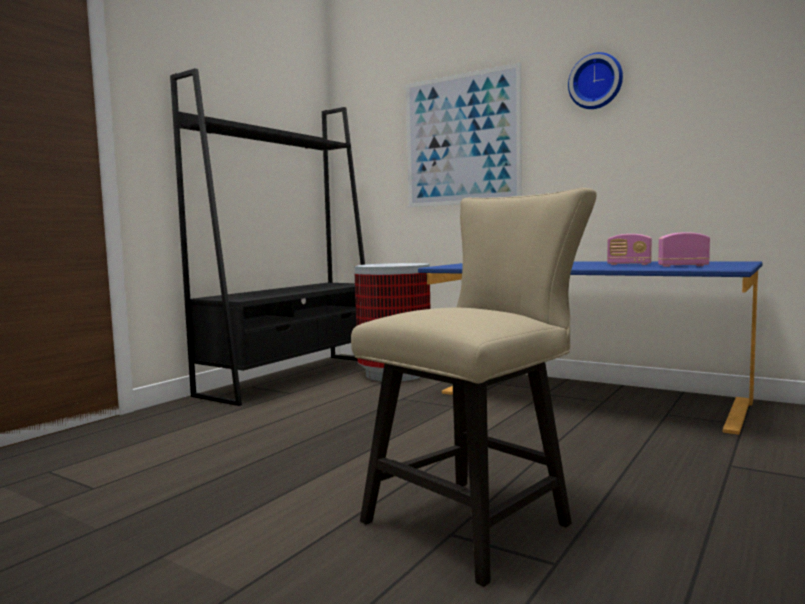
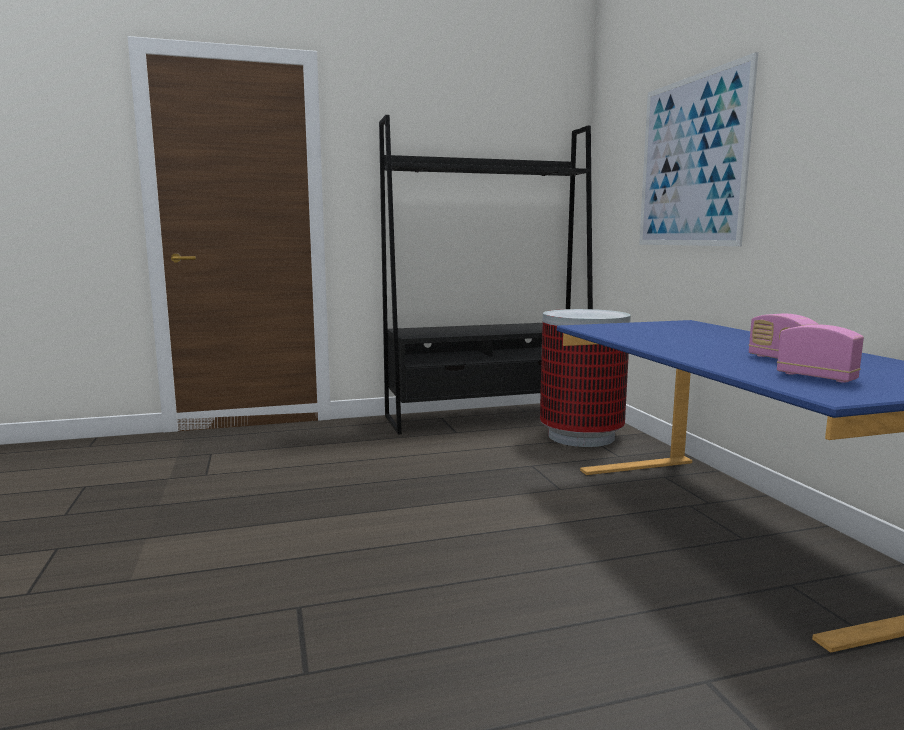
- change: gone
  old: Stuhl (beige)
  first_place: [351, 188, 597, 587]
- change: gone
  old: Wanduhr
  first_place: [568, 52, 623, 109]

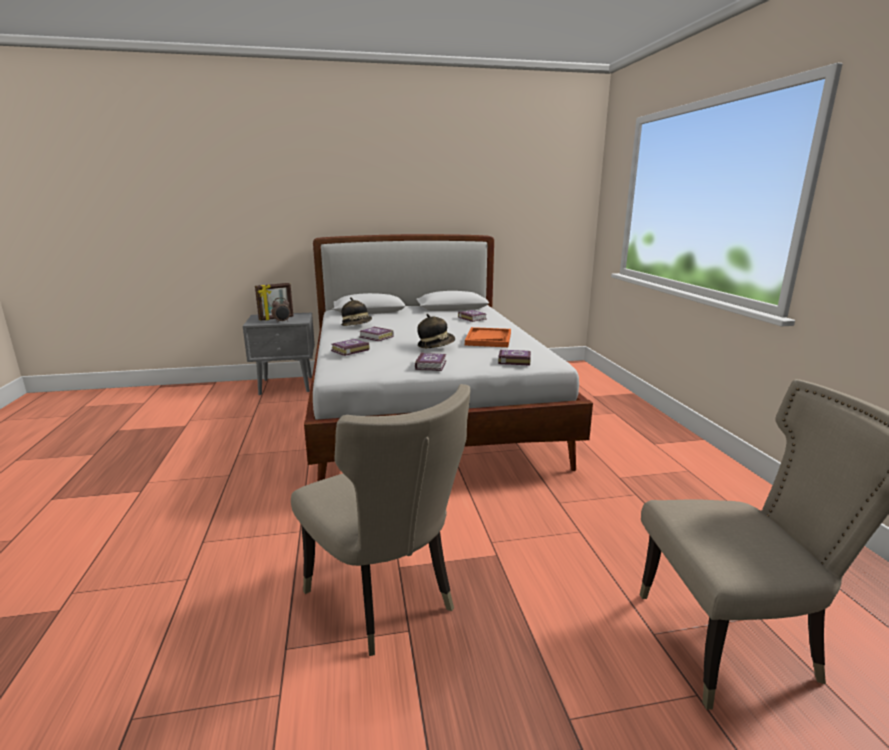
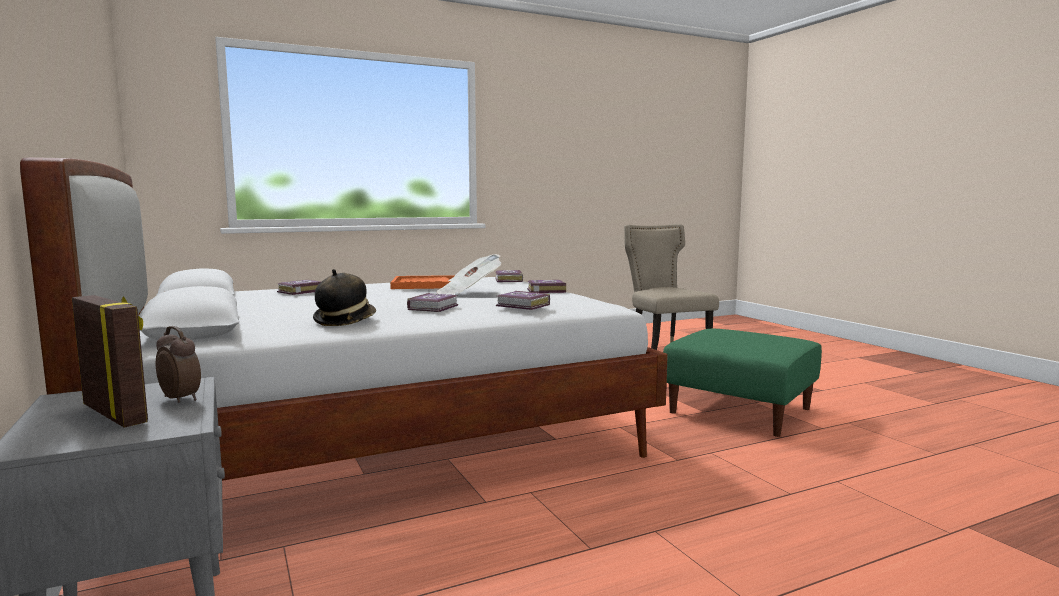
- change: swapped
  old: Hut
  new: Zeitung
  first_place: [417, 314, 455, 349]
  second_place: [436, 254, 501, 294]
- change: swapped
  old: Stuhl (beige)
  new: Polsterhocker (grün)
  first_place: [291, 384, 471, 656]
  second_place: [663, 329, 822, 437]

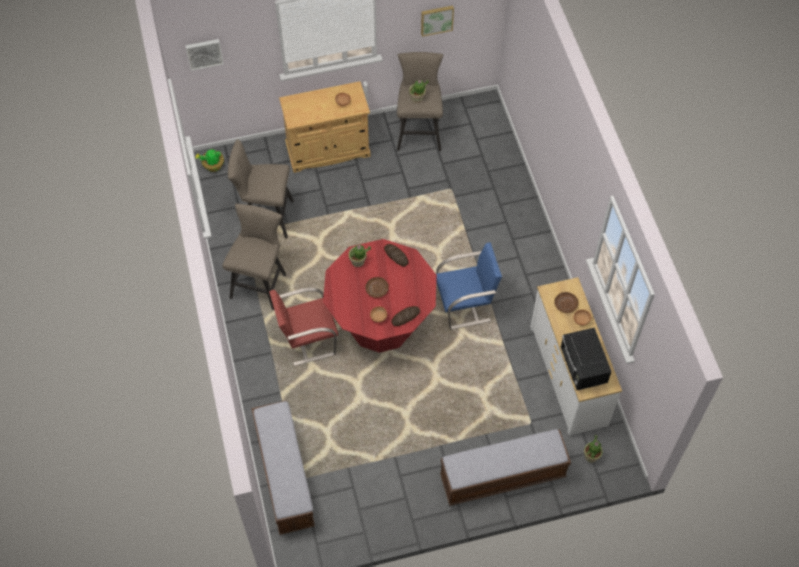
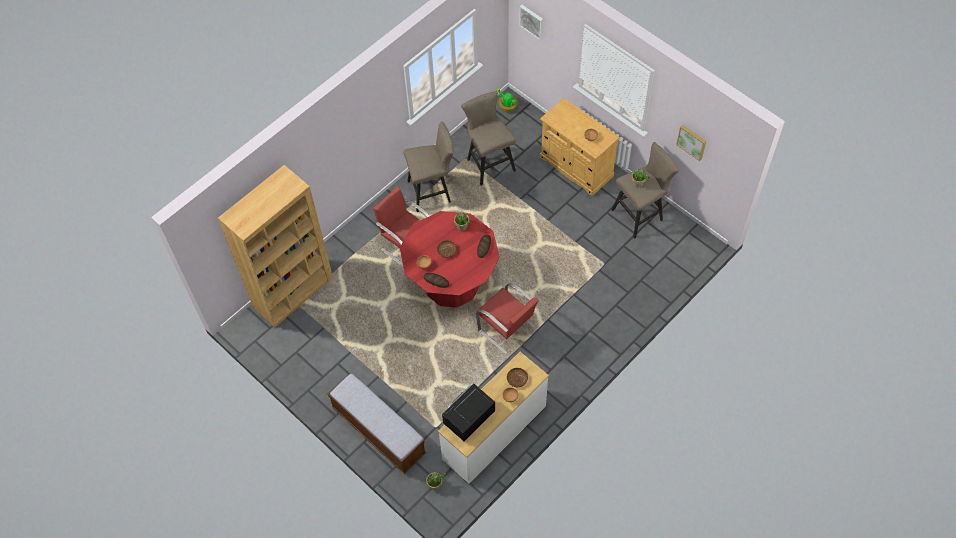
- change: swapped
  old: Bank
  new: Bücherregal (braun)
  first_place: [252, 400, 315, 535]
  second_place: [218, 165, 333, 327]
- change: repainted
  old: Stuhl (blau)
  new: Stuhl (rot)
  first_place: [436, 242, 502, 330]
  second_place: [476, 283, 539, 354]

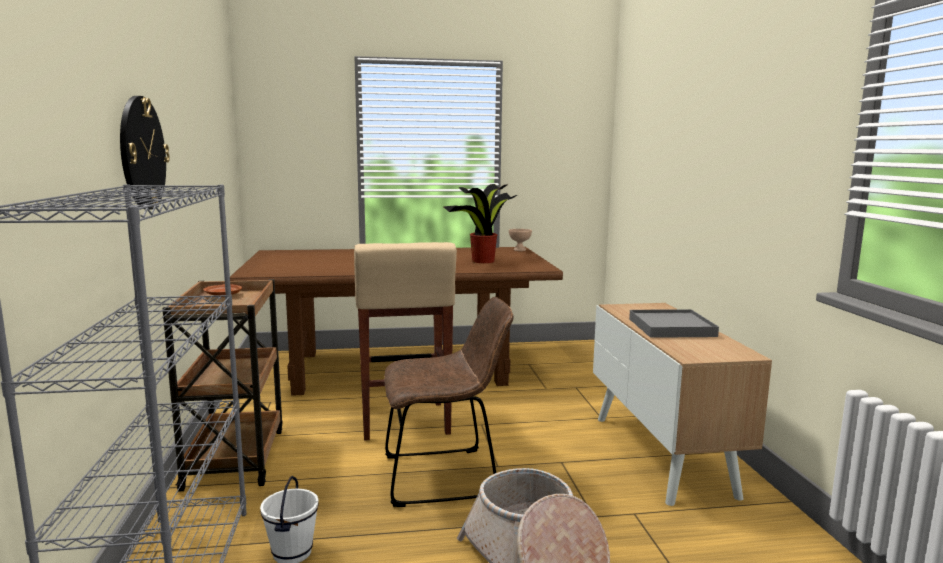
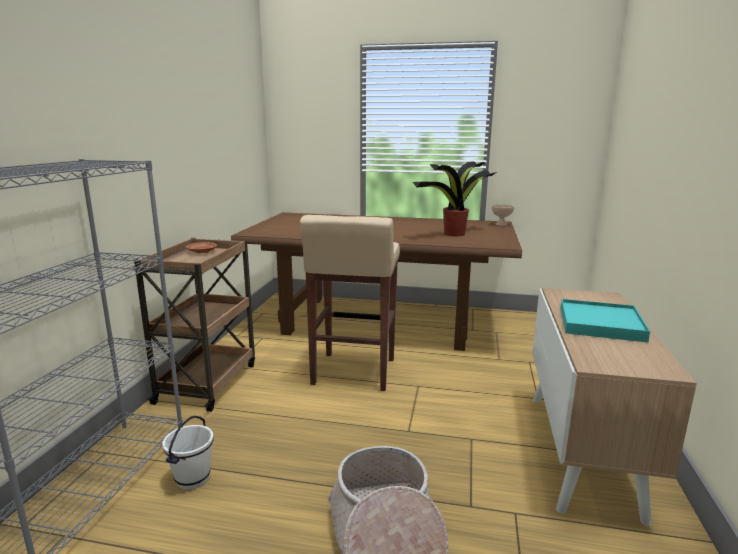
- change: repainted
  old: Tablett (grau)
  new: Tablett (türkis)
  first_place: [629, 309, 719, 338]
  second_place: [561, 299, 650, 342]
- change: gone
  old: Wanduhr
  first_place: [120, 96, 170, 210]
- change: gone
  old: Stuhl (braun)
  first_place: [384, 297, 514, 507]

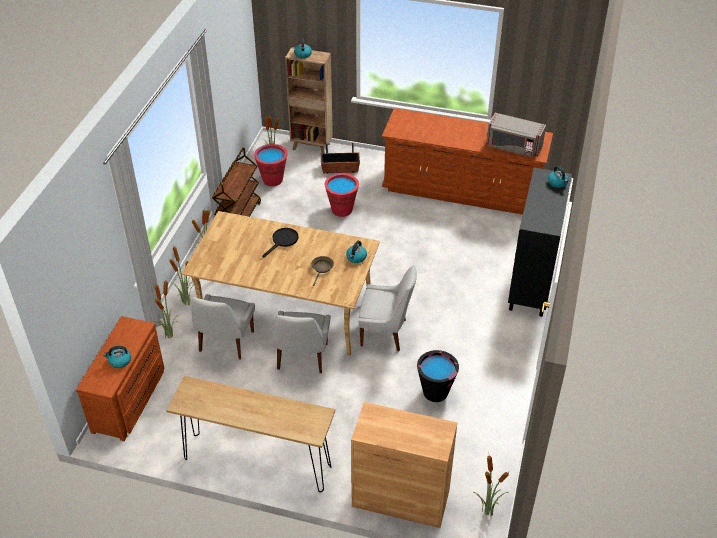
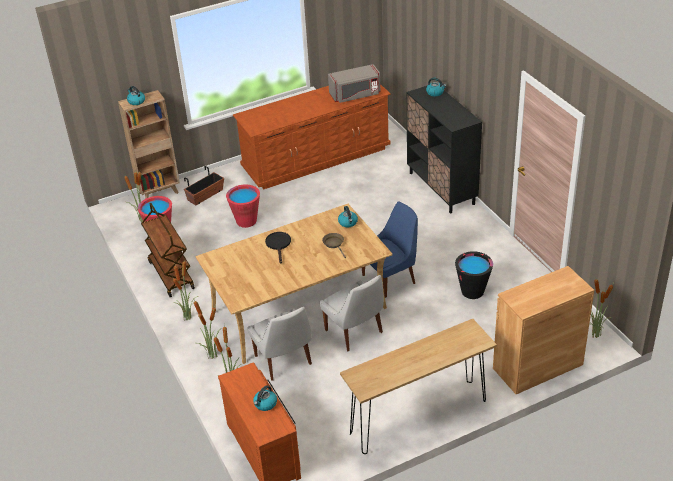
- change: repainted
  old: Stuhl (weiß)
  new: Stuhl (blau)
  first_place: [358, 265, 417, 351]
  second_place: [362, 202, 418, 298]

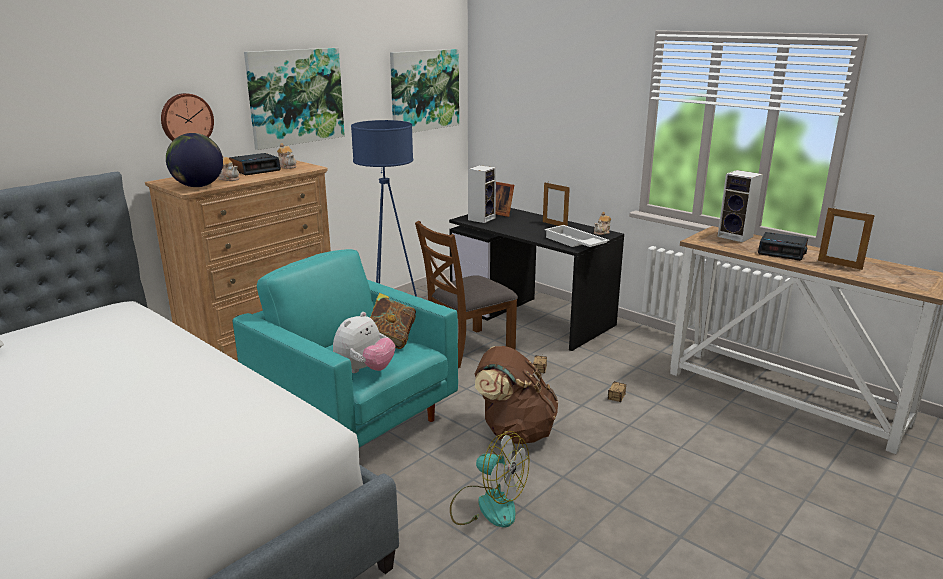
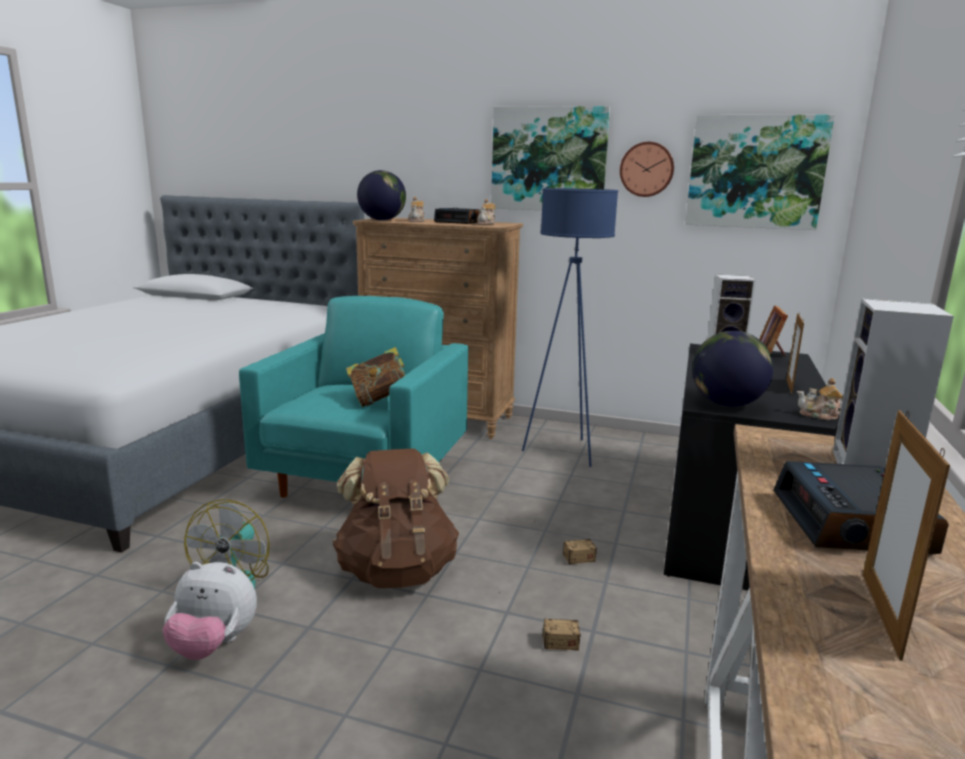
- change: shifted
  old: Plüschtier
  first_place: [333, 312, 395, 373]
  second_place: [162, 562, 257, 660]
- change: shifted
  old: Wanduhr
  first_place: [161, 93, 214, 141]
  second_place: [620, 142, 674, 197]
- change: swapped
  old: Tablett (weiß)
  new: Globus
  first_place: [544, 225, 609, 247]
  second_place: [692, 331, 774, 407]
- change: gone
  old: Stuhl (braun)
  first_place: [415, 221, 518, 368]

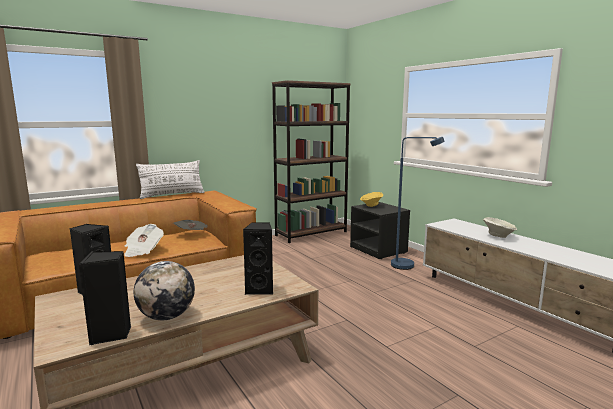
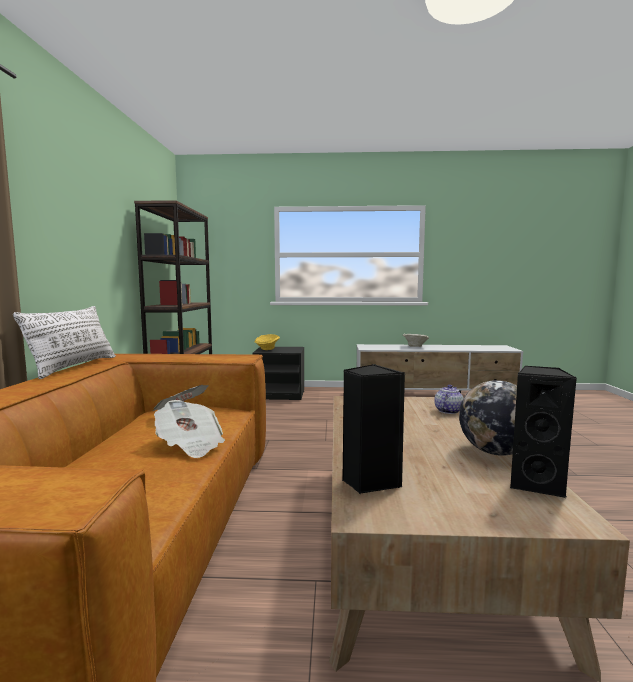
- change: swapped
  old: Lautsprecher (schwarz)
  new: Teekanne
  first_place: [243, 222, 273, 295]
  second_place: [434, 384, 463, 414]
- change: gone
  old: Stehlampe (blau)
  first_place: [391, 137, 445, 270]

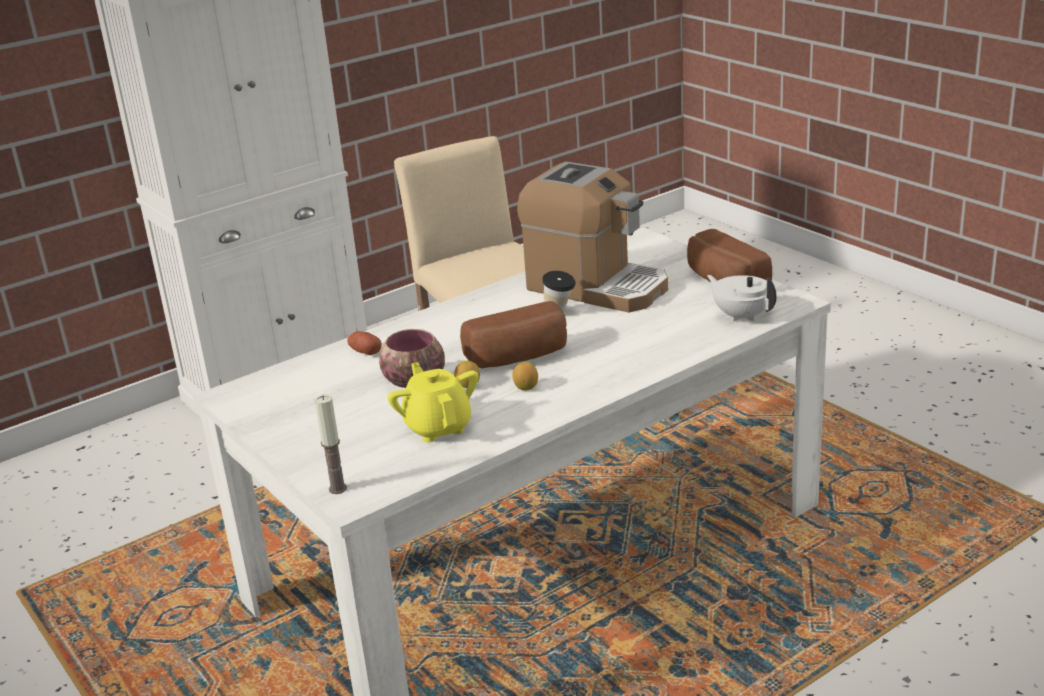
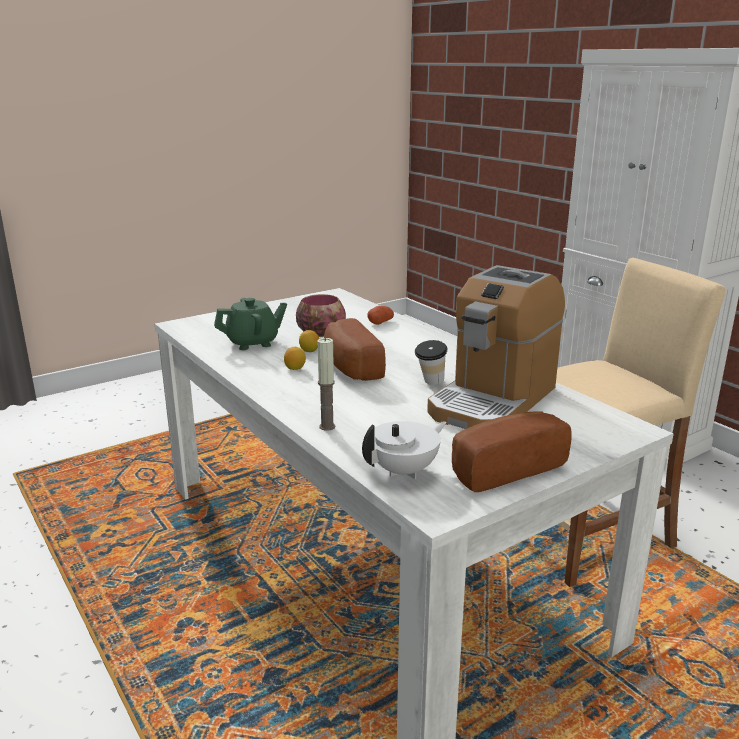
- change: repainted
  old: Teekanne (gelb)
  new: Teekanne (grün)
  first_place: [387, 362, 478, 443]
  second_place: [214, 298, 287, 350]
- change: shifted
  old: Kerze
  first_place: [315, 395, 347, 494]
  second_place: [317, 338, 335, 431]

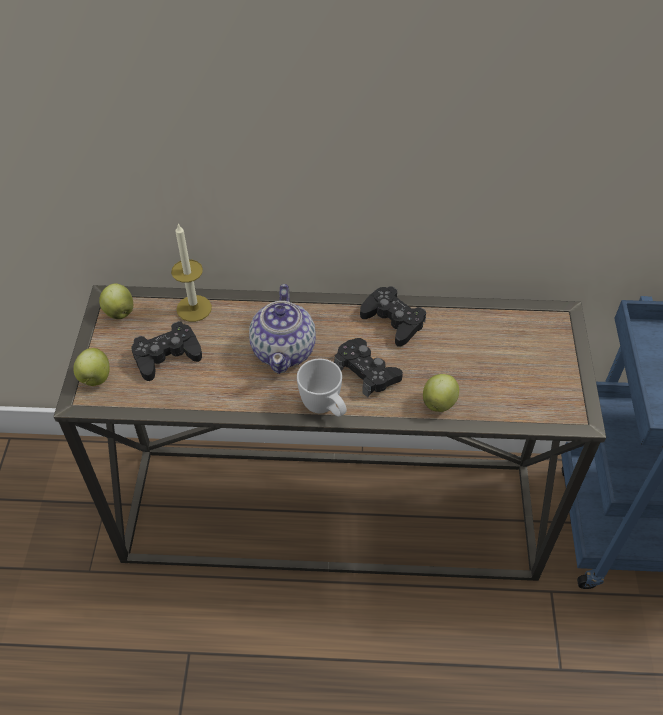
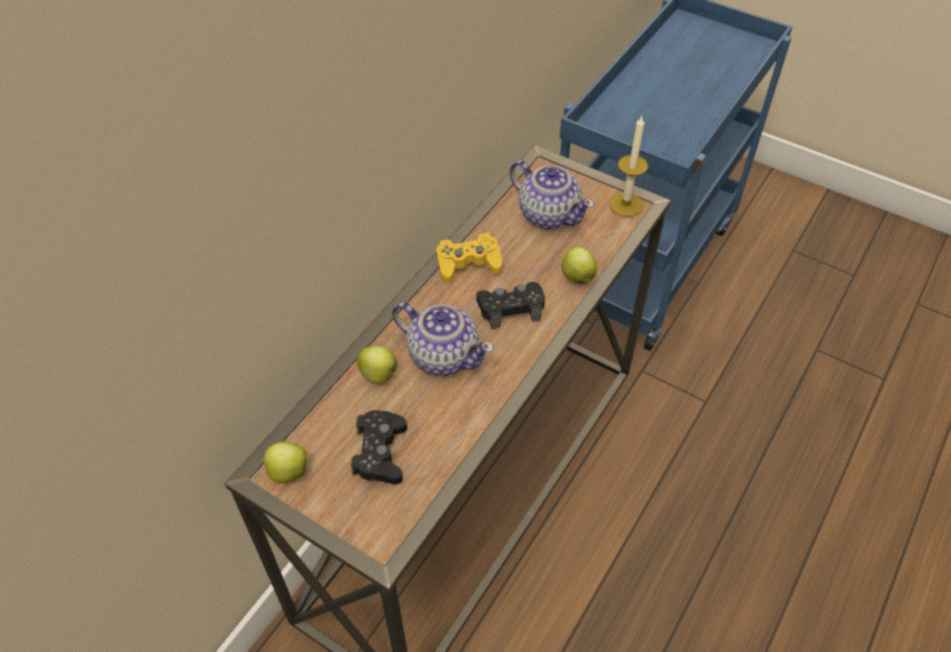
- change: shifted
  old: Apfel
  first_place: [73, 348, 110, 386]
  second_place: [357, 346, 397, 384]
- change: repainted
  old: Gamepad (schwarz)
  new: Gamepad (gelb)
  first_place: [360, 286, 426, 347]
  second_place: [436, 232, 502, 284]
- change: new
  new: Teekanne
  second_place: [510, 160, 594, 229]
- change: shifted
  old: Kerze
  first_place: [171, 224, 212, 322]
  second_place: [609, 116, 648, 217]
- change: gone
  old: Henkelbecher (weiß)
  first_place: [297, 359, 347, 417]

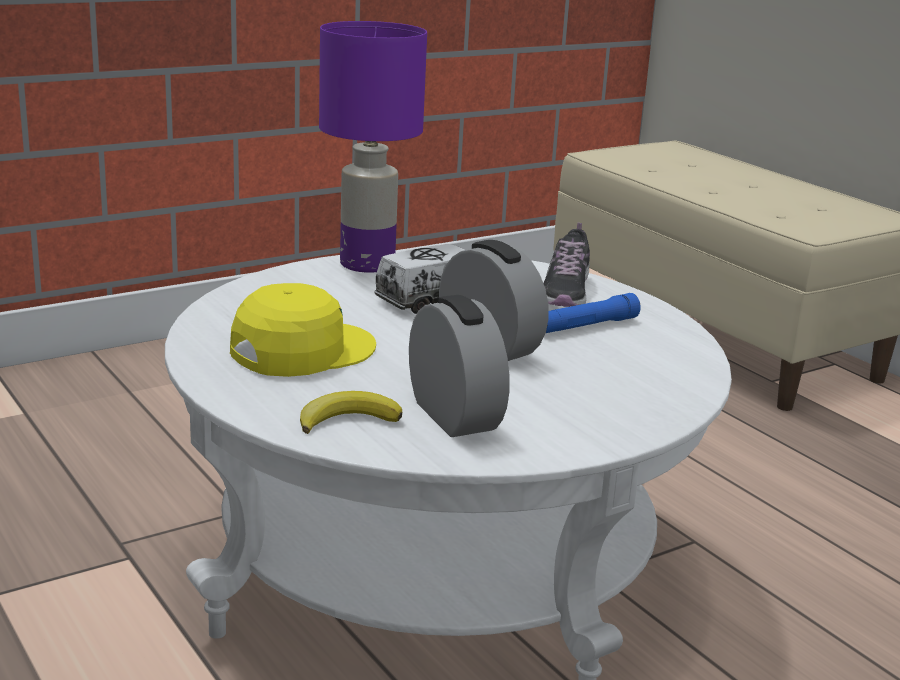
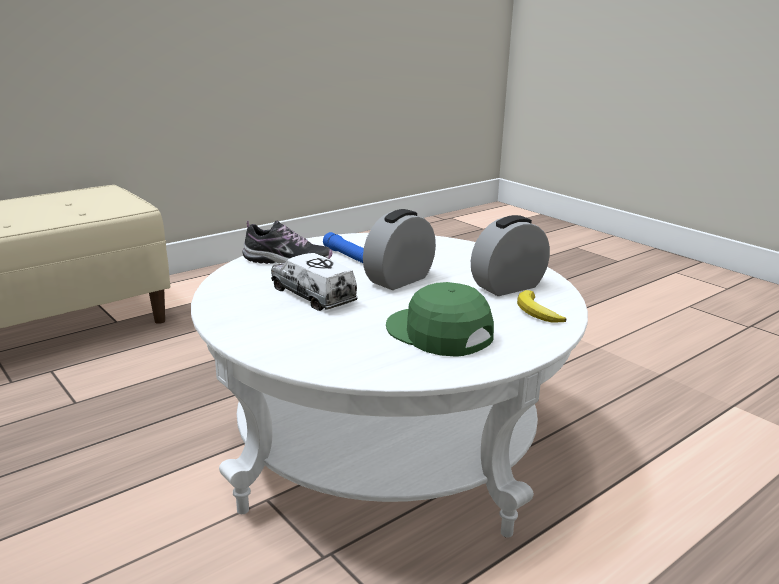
- change: repainted
  old: Kappe (gelb)
  new: Kappe (grün)
  first_place: [230, 283, 376, 377]
  second_place: [386, 282, 494, 357]
- change: gone
  old: Tischlampe (lila)
  first_place: [319, 21, 427, 273]

